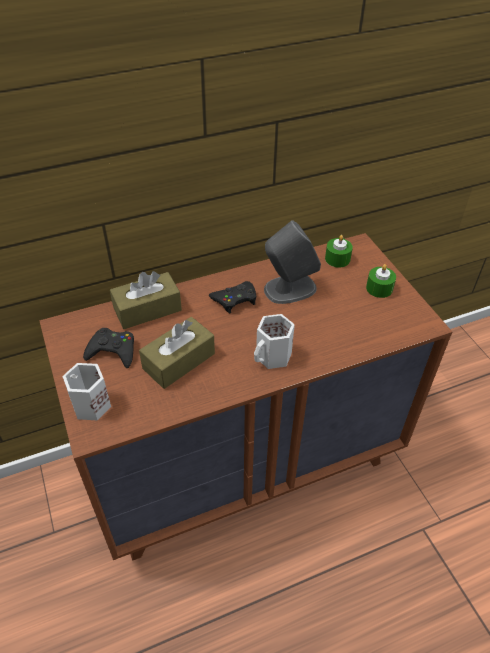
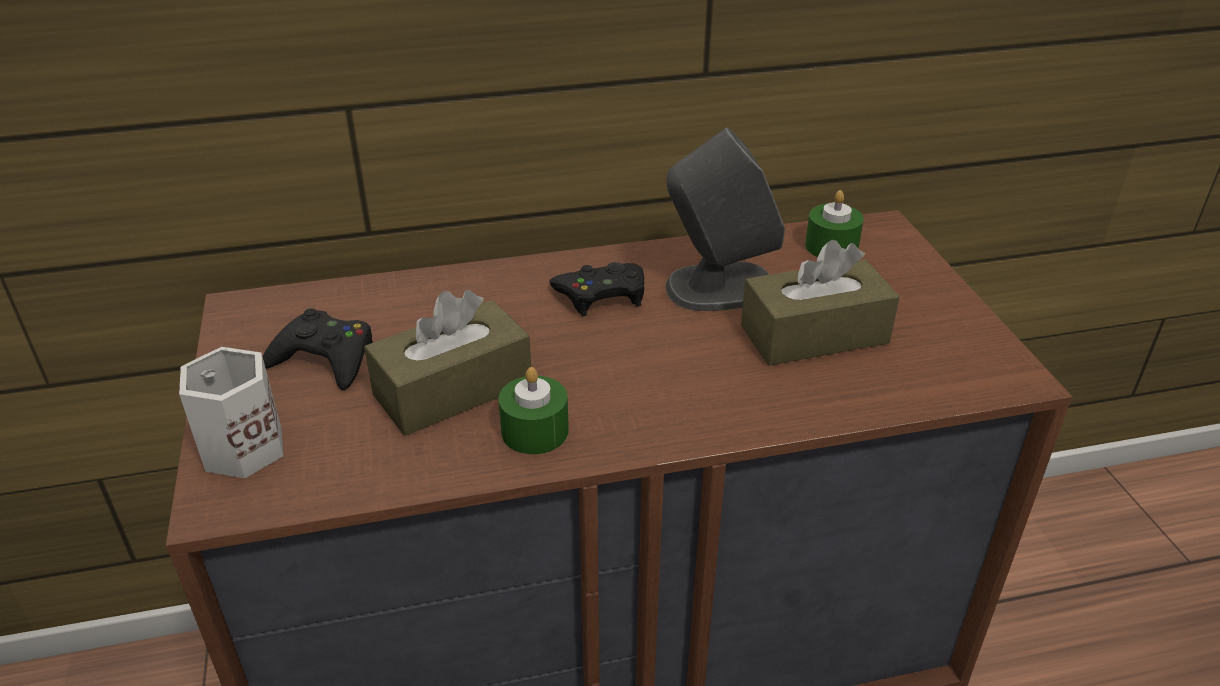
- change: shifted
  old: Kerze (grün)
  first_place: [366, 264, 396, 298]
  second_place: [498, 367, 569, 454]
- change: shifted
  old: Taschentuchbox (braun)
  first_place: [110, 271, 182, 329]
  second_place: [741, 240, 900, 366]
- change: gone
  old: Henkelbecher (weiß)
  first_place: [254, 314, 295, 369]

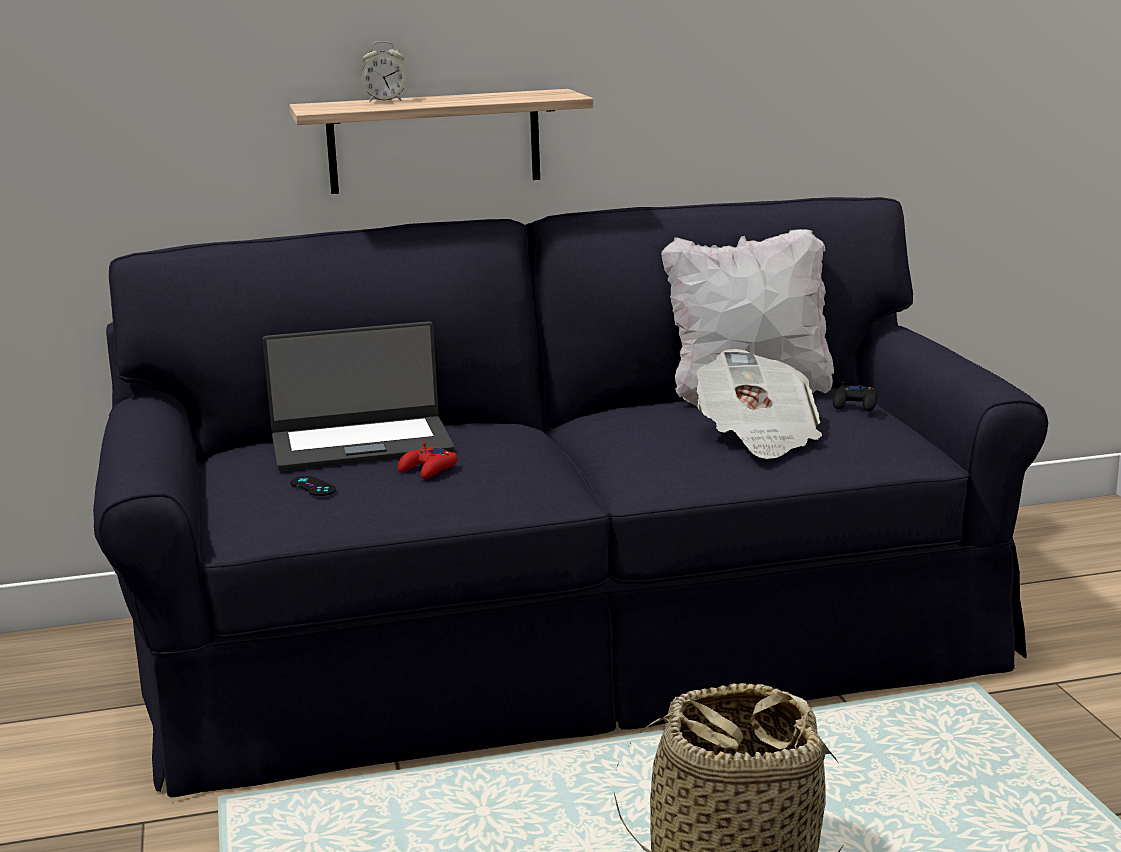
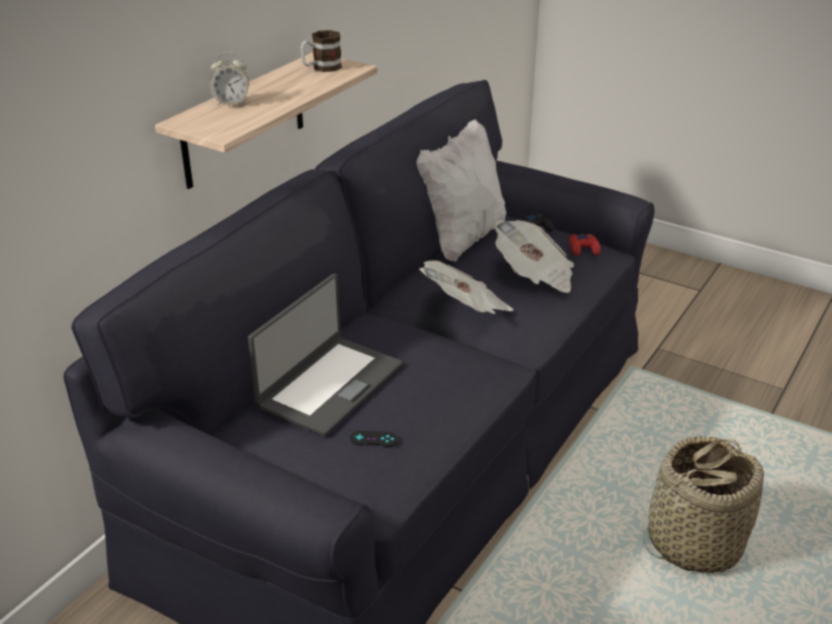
- change: rotated
  old: Wecker
  first_place: [362, 41, 406, 102]
  second_place: [210, 52, 249, 106]
  degrees: 45
- change: new
  new: Henkelbecher
  second_place: [301, 30, 342, 72]
- change: new
  new: Zeitung
  second_place: [419, 260, 514, 314]
- change: shifted
  old: Gamepad (rot)
  first_place: [397, 442, 457, 479]
  second_place: [569, 234, 601, 256]

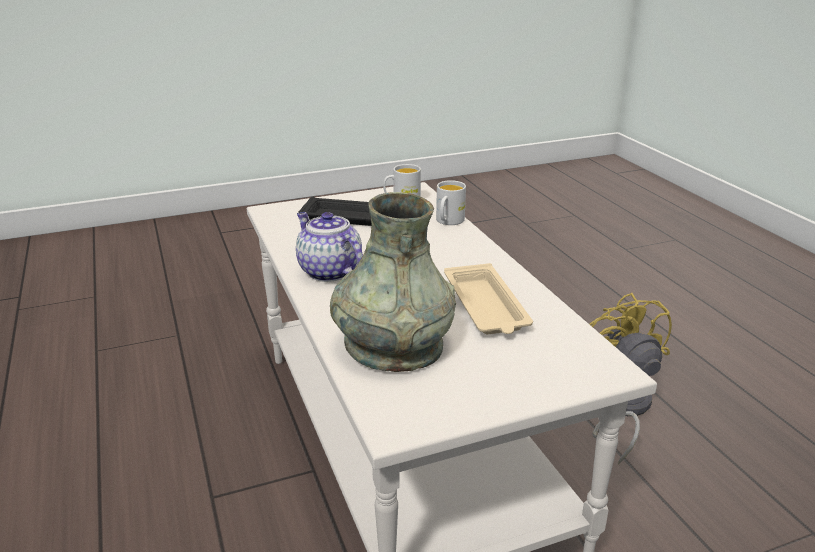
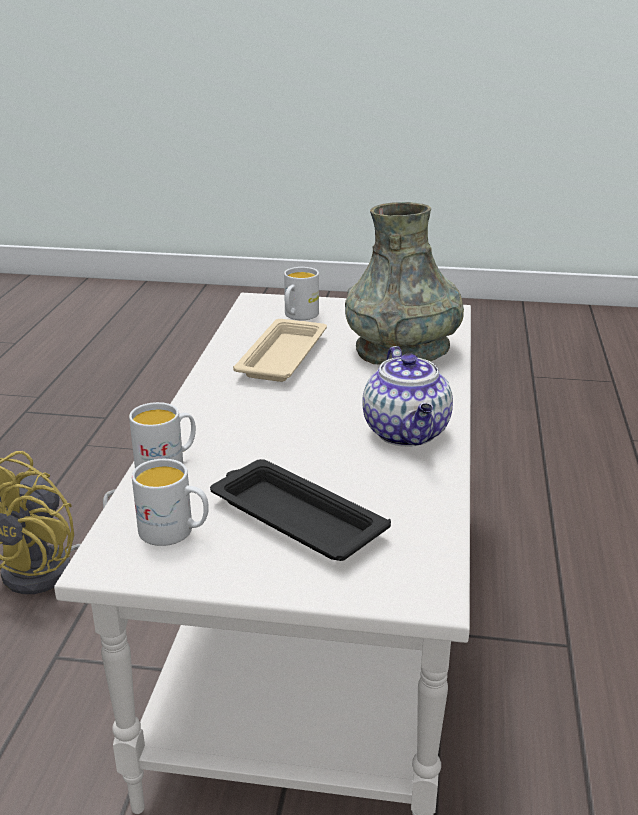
- change: new
  new: Henkelbecher (weiß)
  second_place: [284, 267, 319, 320]

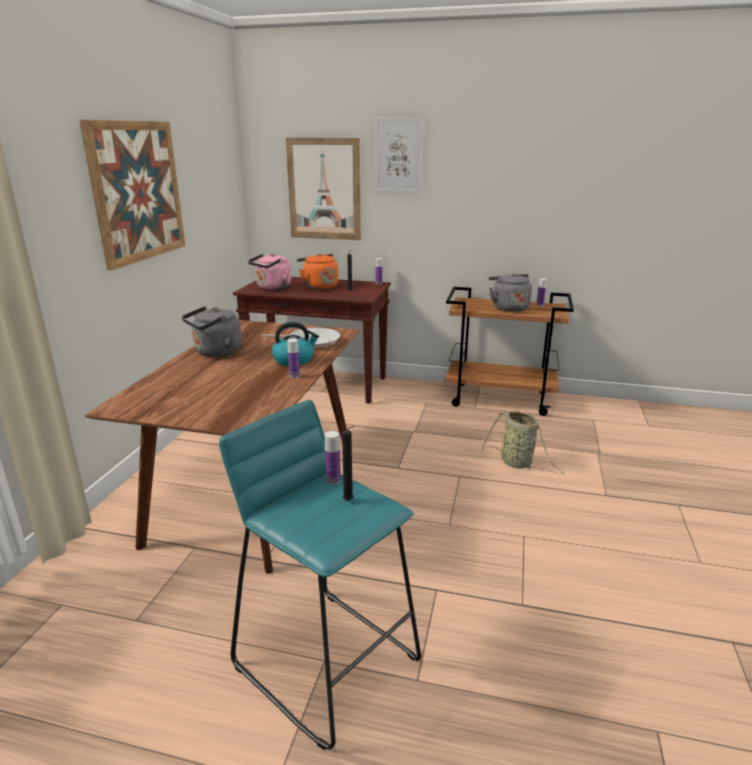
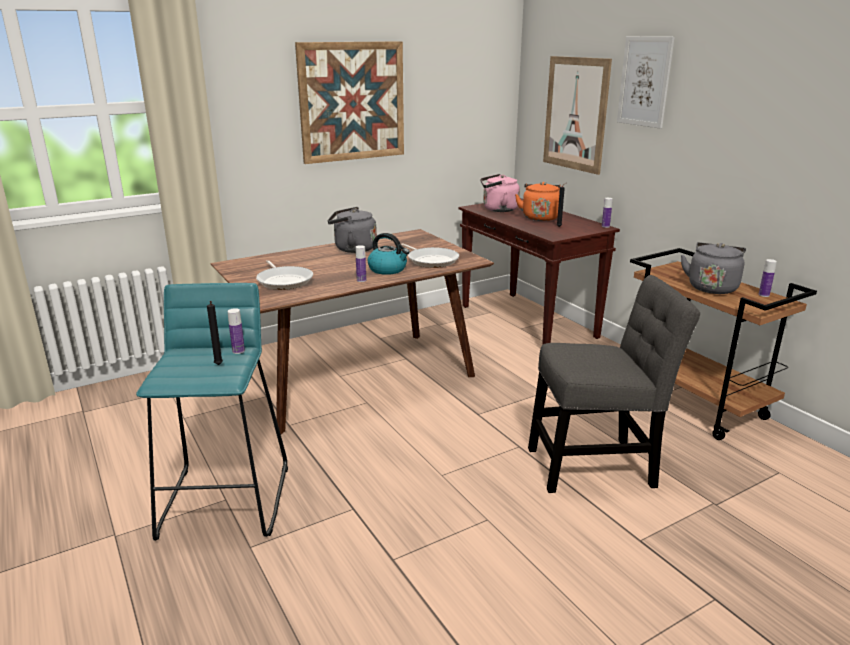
- change: new
  new: Pfanne
  second_place: [256, 260, 313, 290]
- change: swapped
  old: Korb
  new: Stuhl (grau)
  first_place: [481, 411, 564, 474]
  second_place: [528, 275, 700, 493]

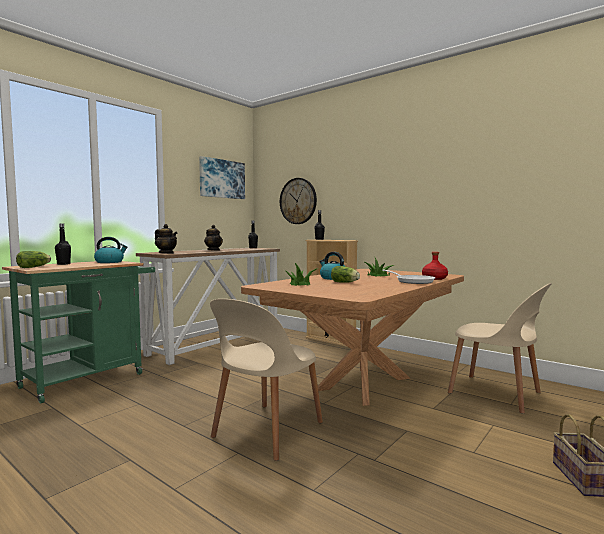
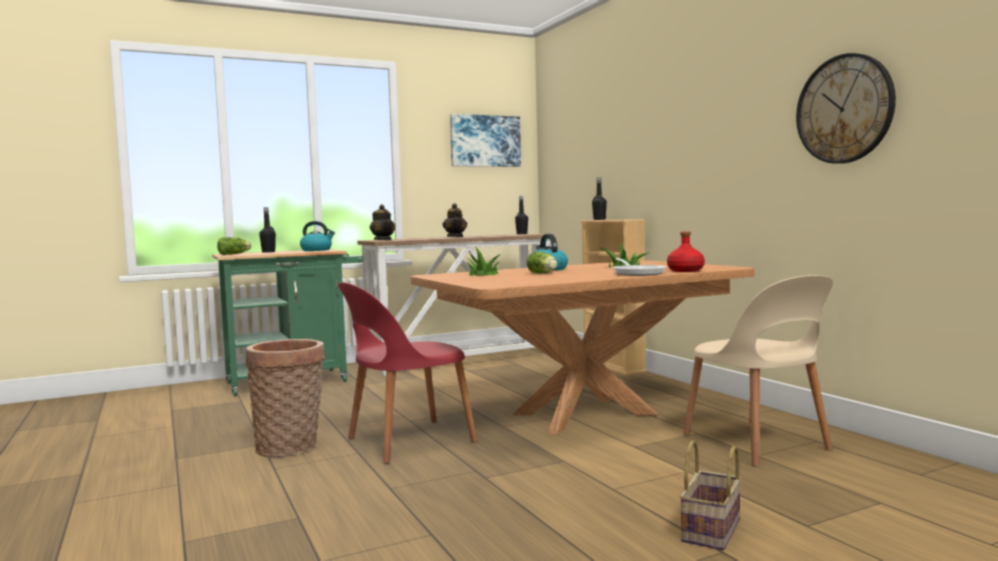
- change: new
  new: Korb
  second_place: [245, 339, 325, 457]
- change: repainted
  old: Stuhl (beige)
  new: Stuhl (rot)
  first_place: [210, 299, 323, 461]
  second_place: [338, 282, 477, 464]
- change: shifted
  old: Wanduhr
  first_place: [280, 178, 317, 224]
  second_place: [796, 53, 896, 164]

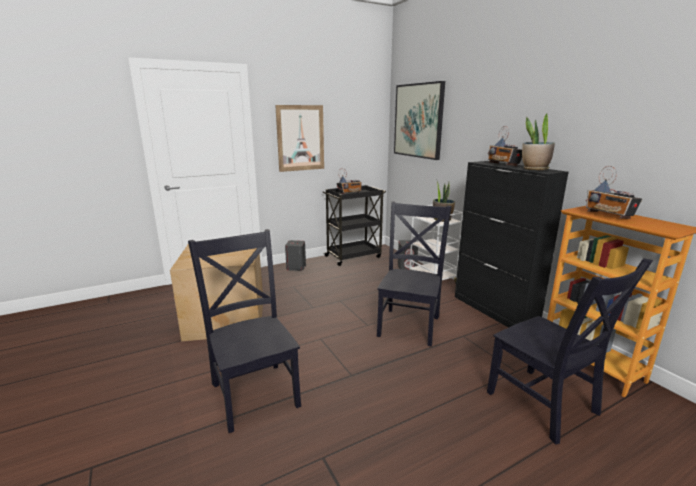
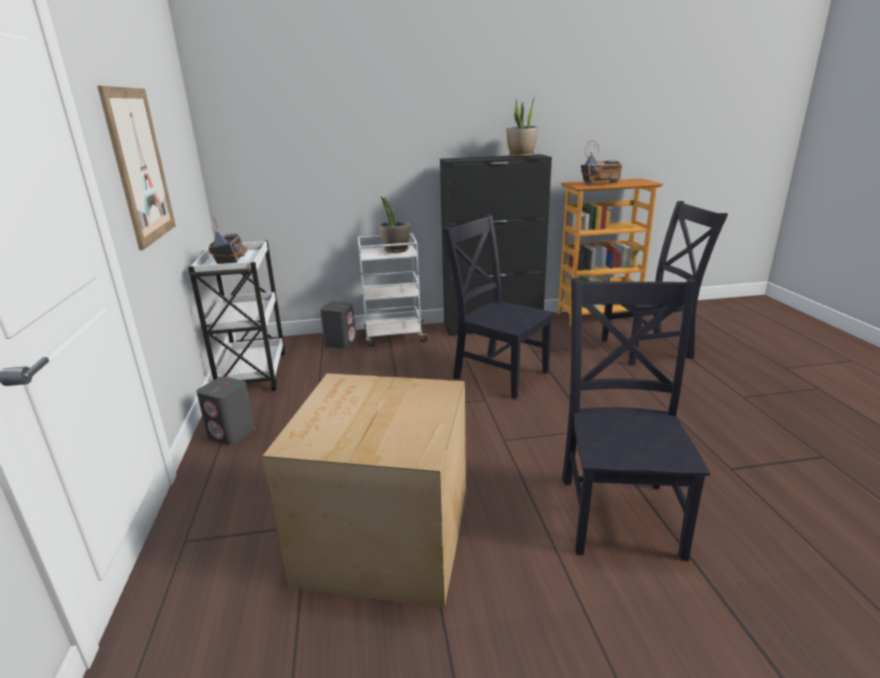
- change: repainted
  old: Rollwagen (schwarz)
  new: Rollwagen (weiß)
  first_place: [322, 185, 386, 266]
  second_place: [188, 240, 285, 391]
- change: rotated
  old: Stuhl (schwarz)
  first_place: [188, 229, 301, 433]
  second_place: [562, 278, 710, 561]
  degrees: 105
- change: gone
  old: Bild
  first_place: [394, 81, 445, 160]
- change: gone
  old: Radio
  first_place: [488, 126, 522, 166]

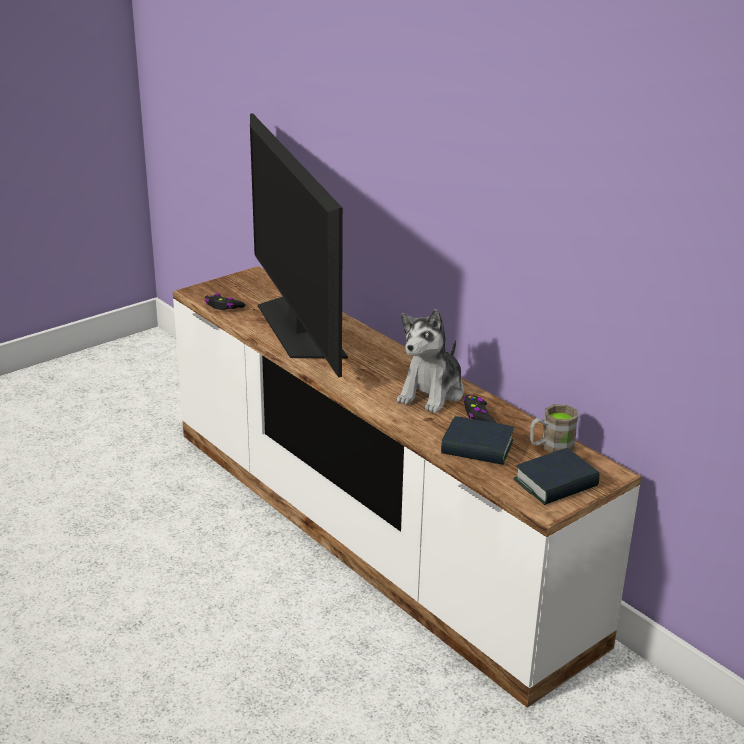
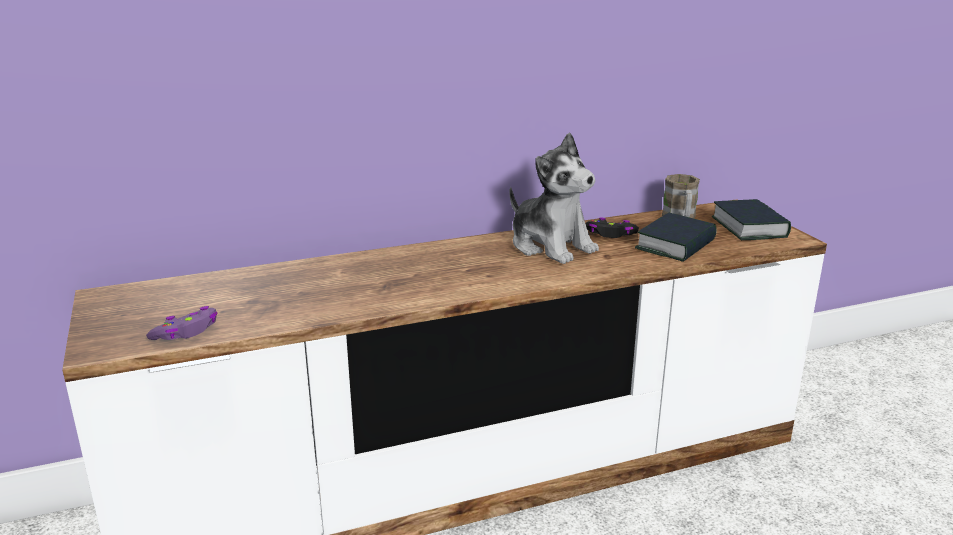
- change: repainted
  old: Gamepad (schwarz)
  new: Gamepad (lila)
  first_place: [204, 293, 246, 310]
  second_place: [146, 306, 218, 340]
- change: gone
  old: Fernseher
  first_place: [250, 113, 348, 378]

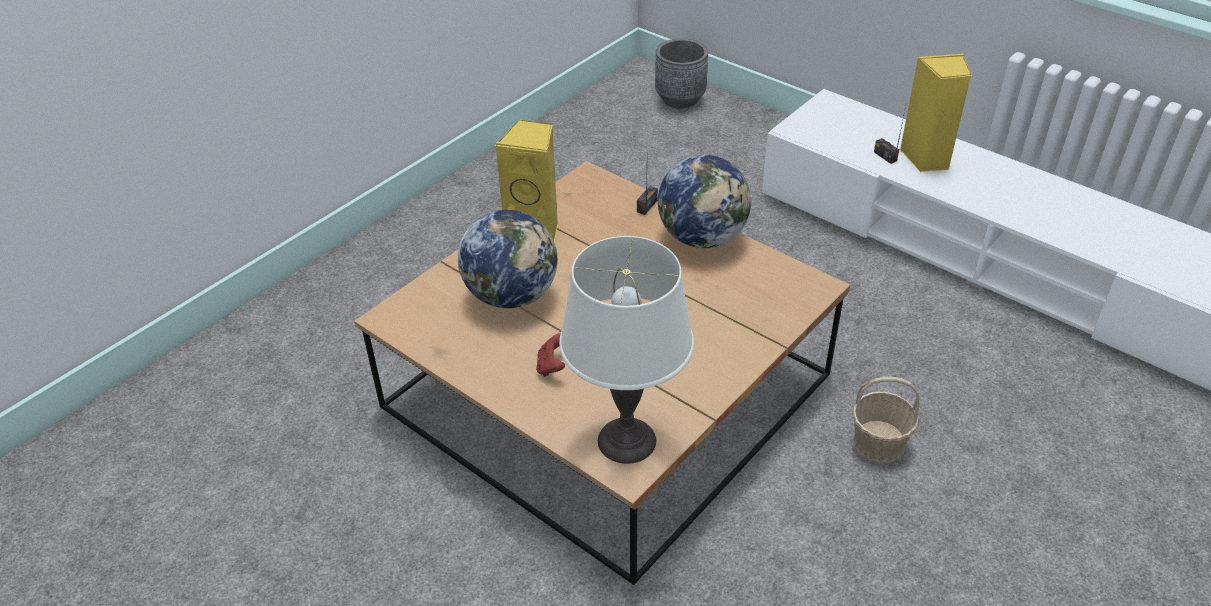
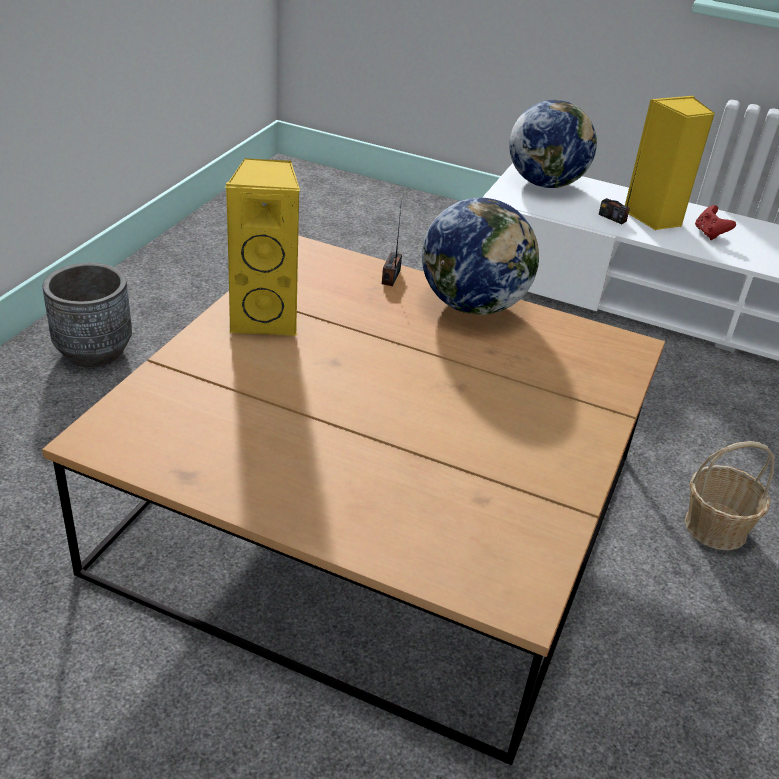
- change: shifted
  old: Pflanzkübel (grau)
  first_place: [655, 38, 708, 109]
  second_place: [43, 262, 132, 367]
- change: shifted
  old: Globus
  first_place: [458, 210, 558, 308]
  second_place: [509, 100, 597, 188]
- change: shifted
  old: Gamepad (rot)
  first_place: [536, 333, 565, 377]
  second_place: [695, 205, 736, 240]
- change: gone
  old: Tischlampe (weiß)
  first_place: [559, 236, 694, 464]

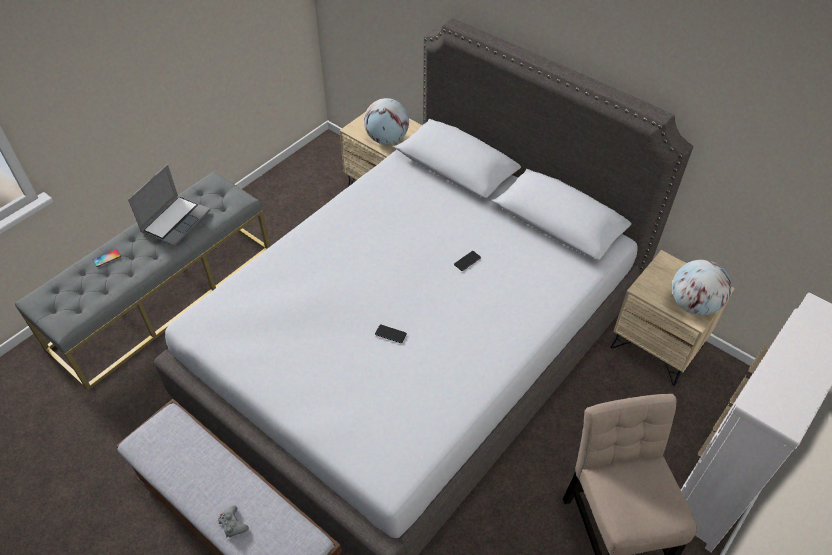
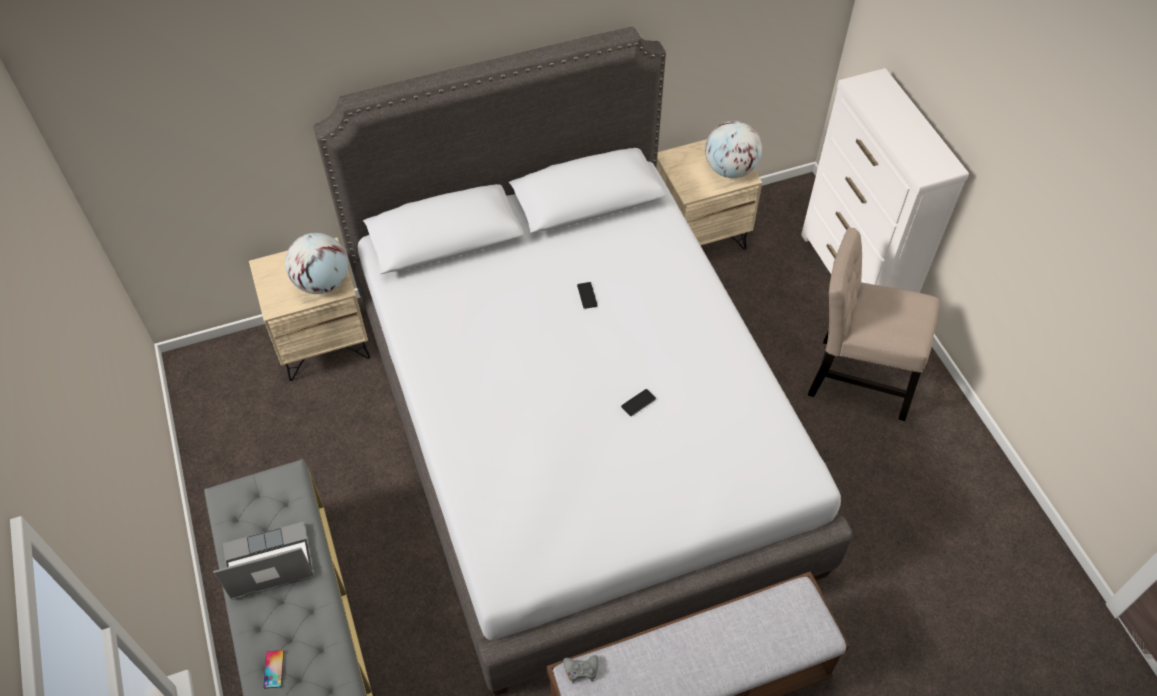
- change: rotated
  old: Laptop
  first_place: [128, 164, 210, 246]
  second_place: [213, 522, 315, 600]
  degrees: -75
- change: shifted
  old: Gamepad (grau)
  first_place: [218, 505, 249, 537]
  second_place: [563, 655, 598, 683]

